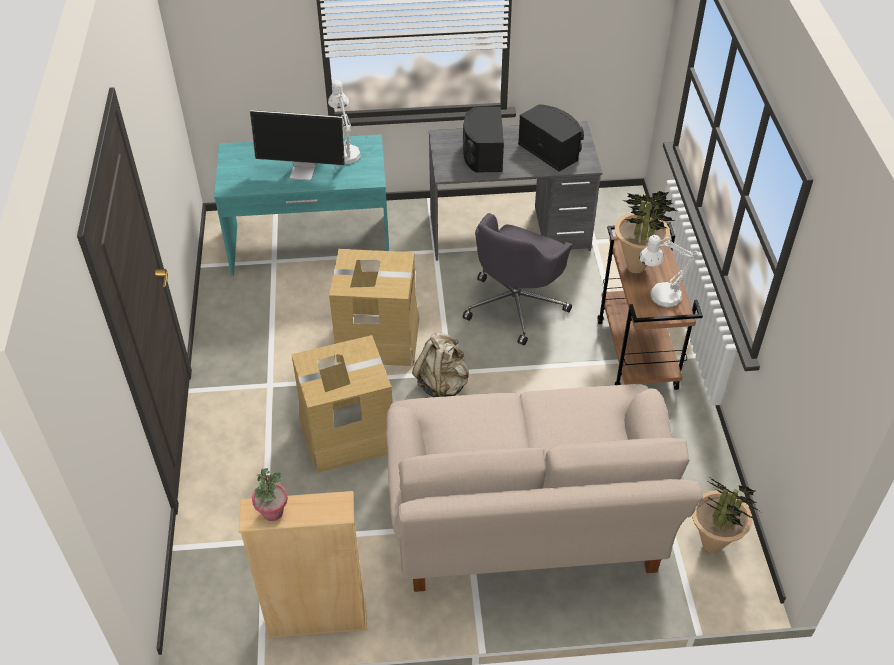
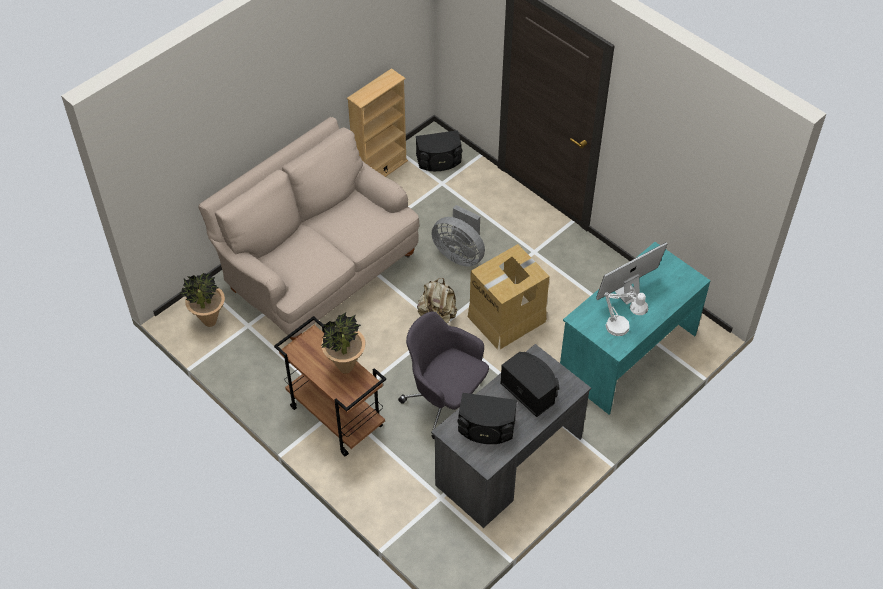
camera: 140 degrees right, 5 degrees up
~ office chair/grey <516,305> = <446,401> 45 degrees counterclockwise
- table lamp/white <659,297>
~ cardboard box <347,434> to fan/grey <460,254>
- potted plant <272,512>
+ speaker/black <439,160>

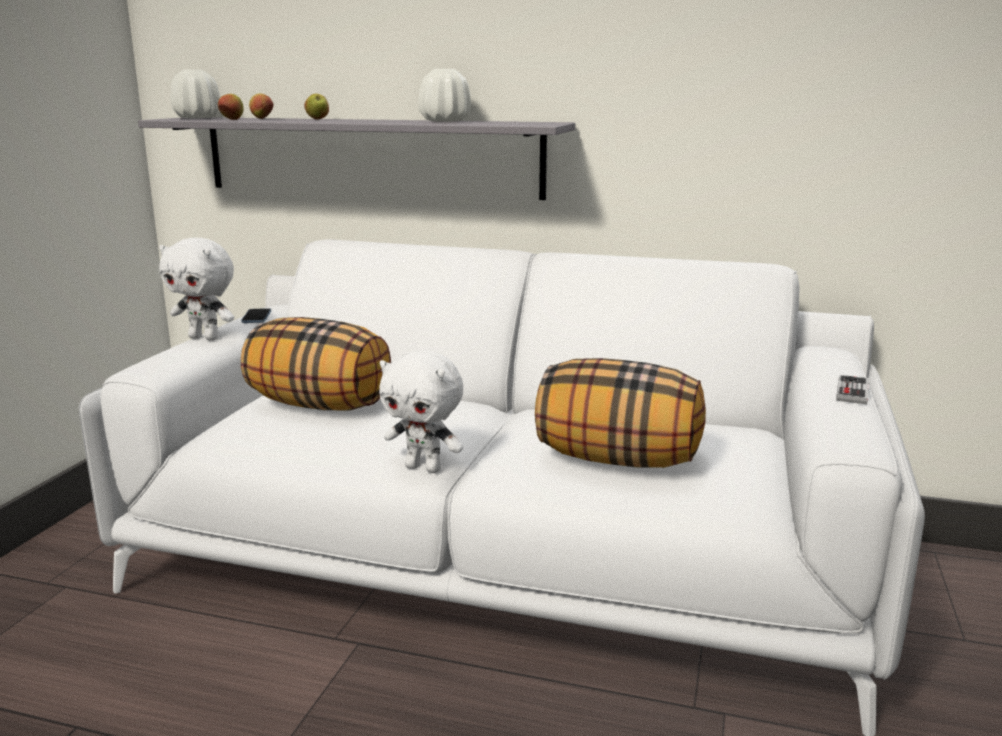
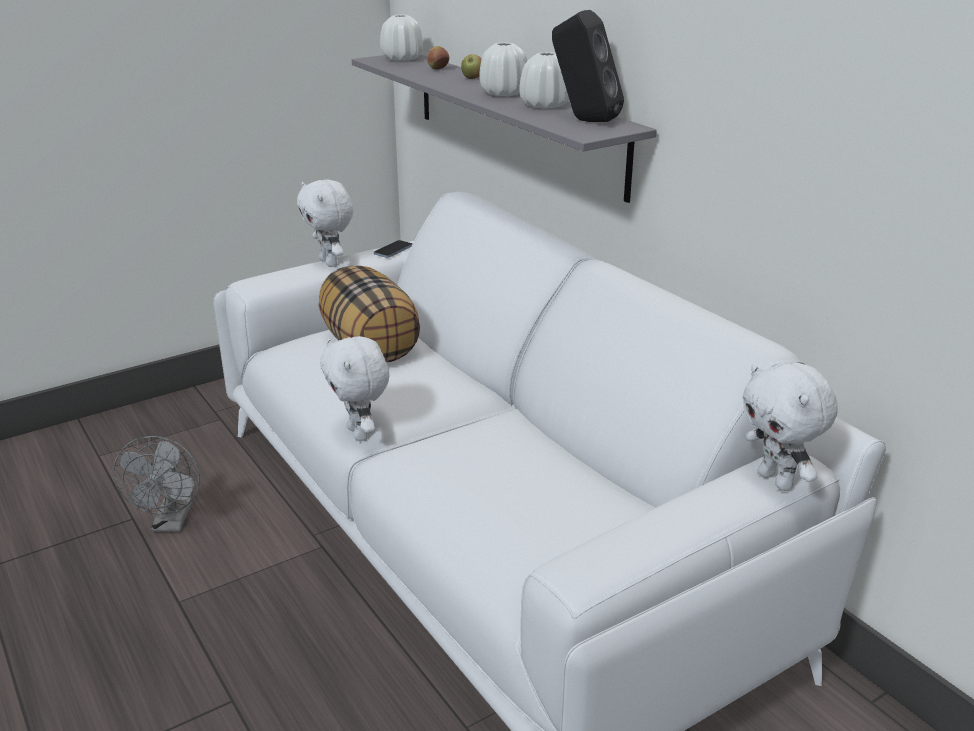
camera: 40 degrees right, 10 degrees up
- apple <232,119>
- pillow <618,459>
- game controller <852,392>
+ speaker/black <583,120>
+ vase/white <504,93>
+ plush toy/white <777,481>
+ fan/grey <171,523>

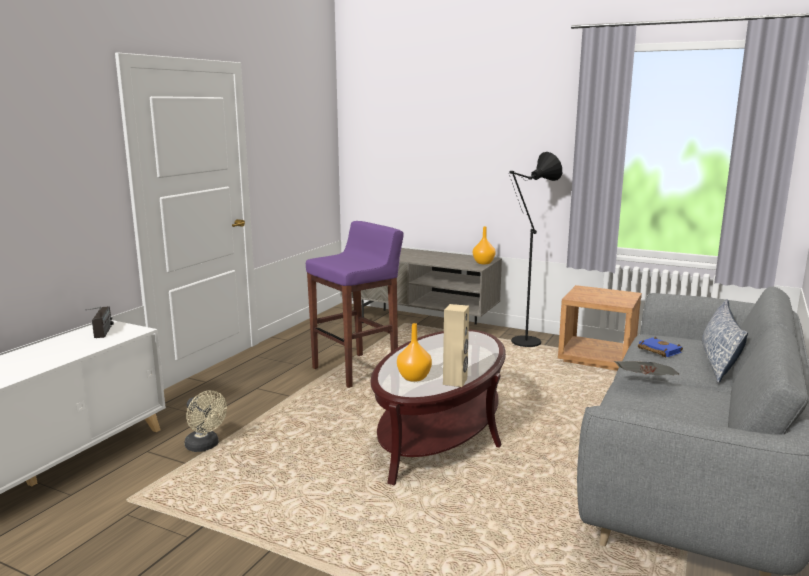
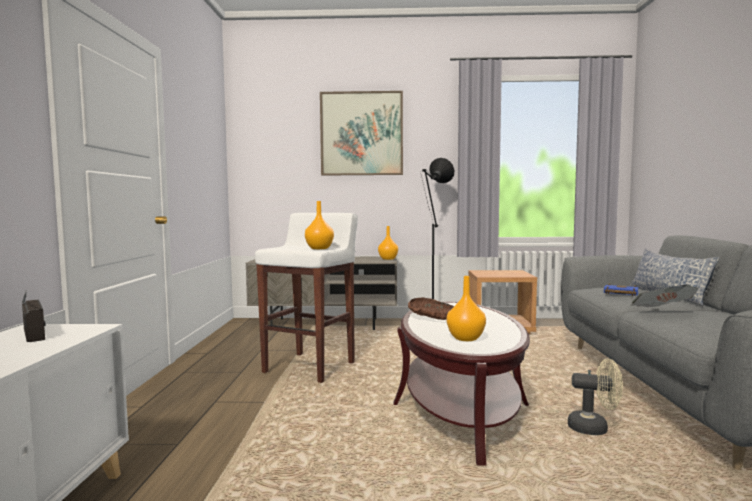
camera: 25 degrees left, 10 degrees down
~ stool/purple <356,370> to stool/white <310,367>
- speaker/beige <455,381>
~ fan/beige <205,446> to <594,428>
+ picture <361,134>
+ vase/orange <320,248>
+ bowl/brown <433,317>

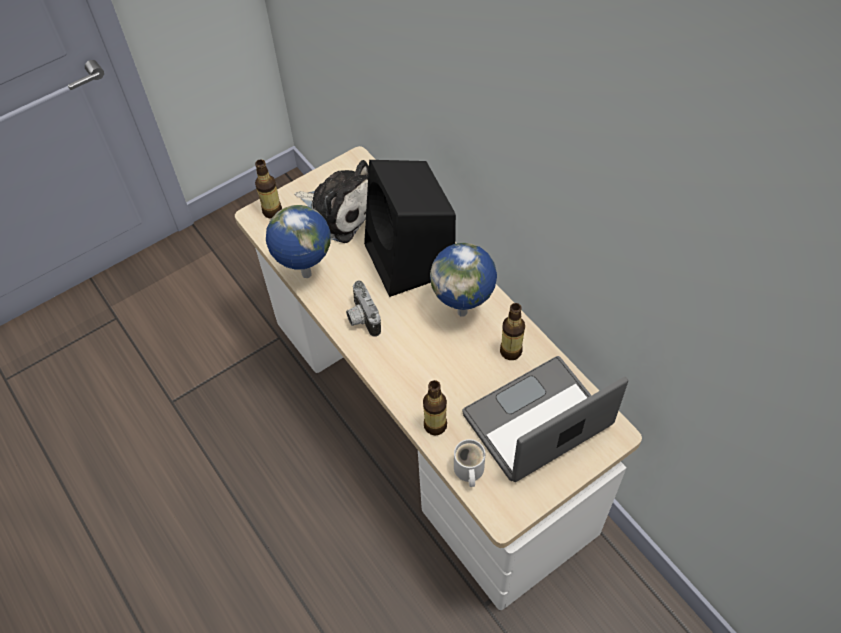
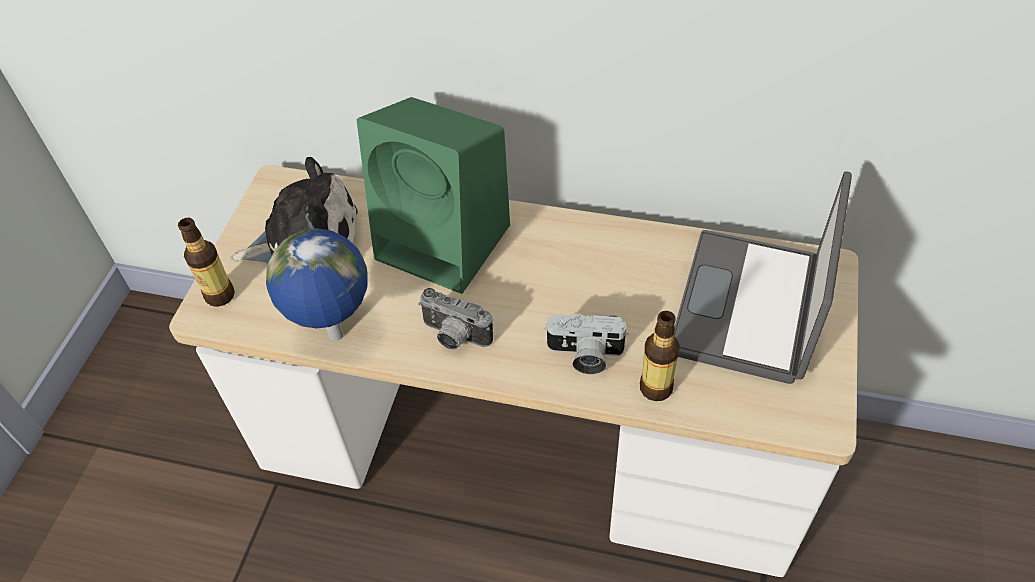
camera: 40 degrees left, 5 degrees down
~ speaker/black <411,260> to speaker/green <447,242>
- globe <463,311>
- bottle <510,351>
- mug/white <468,471>
+ photo camera <584,355>

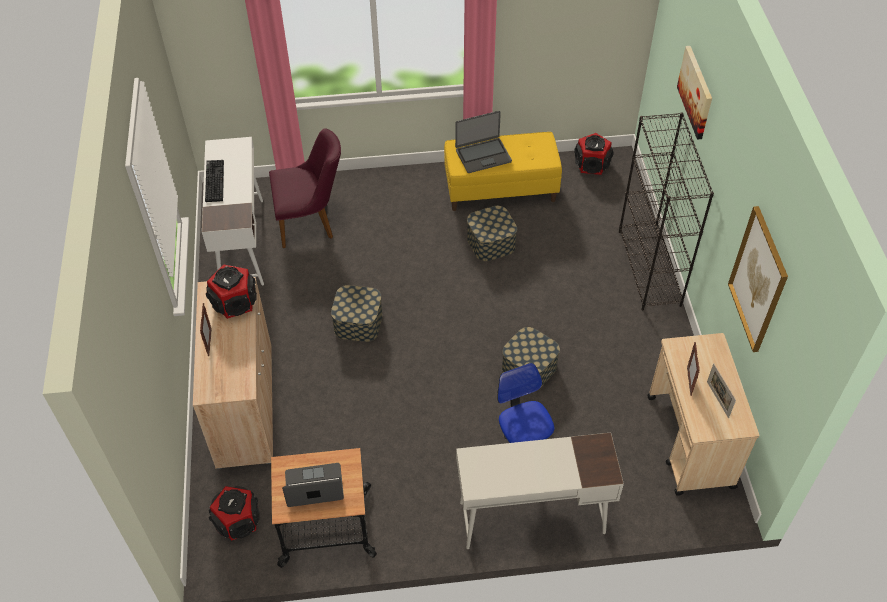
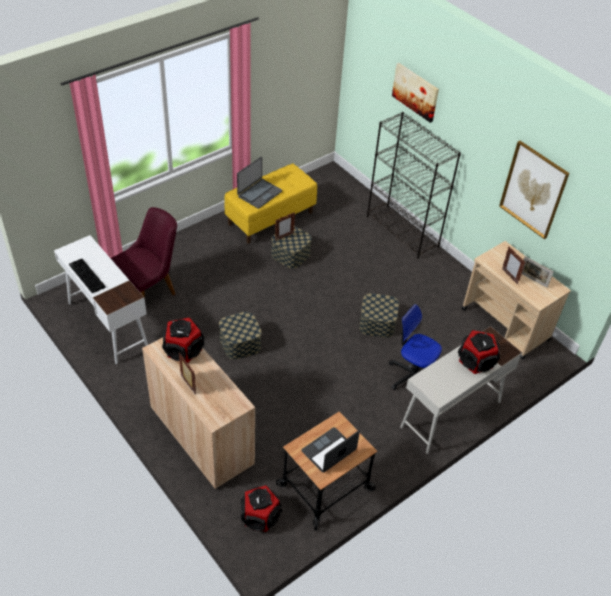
camera: 35 degrees left, 5 degrees down
~ speaker <592,164> to <476,360>
+ picture frame <284,237>

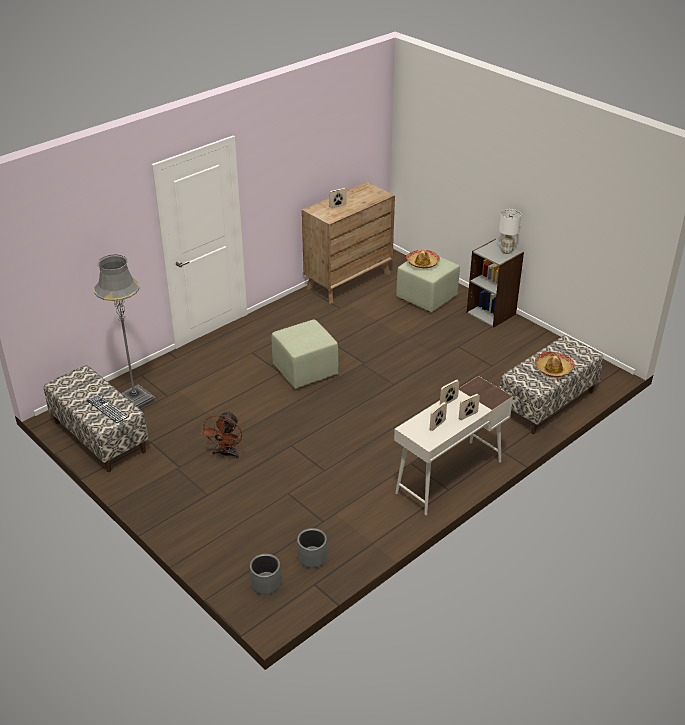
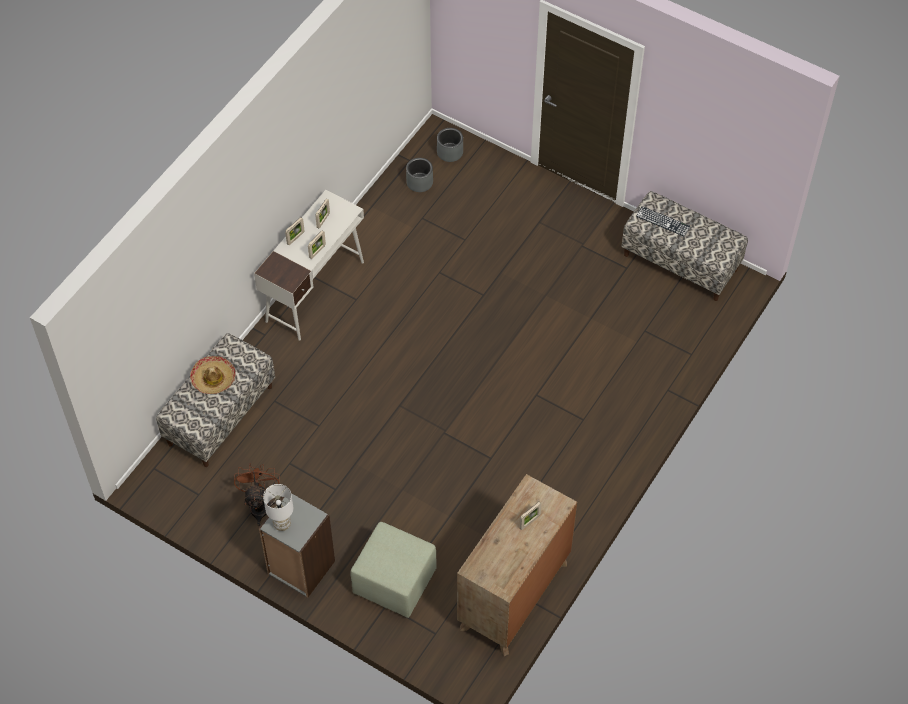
camera: 165 degrees right, 20 degrees up
- hat <422,263>
- floor lamp/grey <135,400>
- ottoman/green <305,370>
~ fan/brown <226,454> to <260,505>

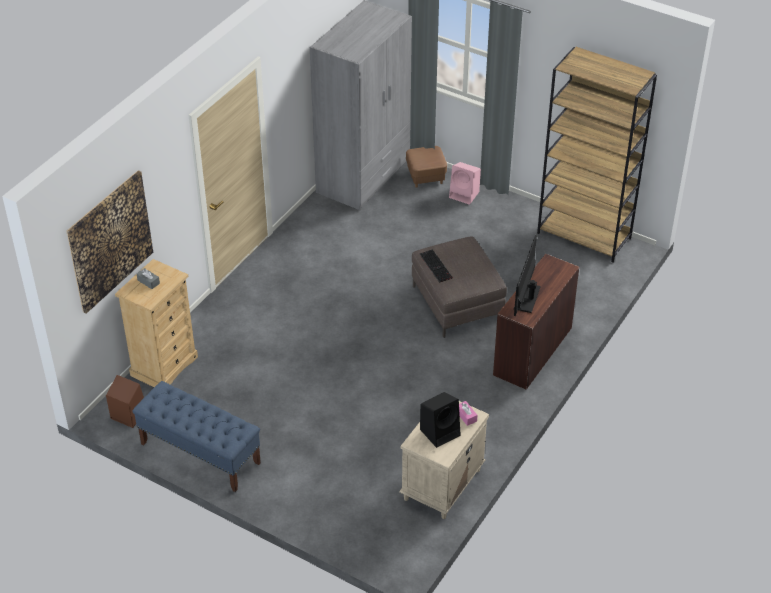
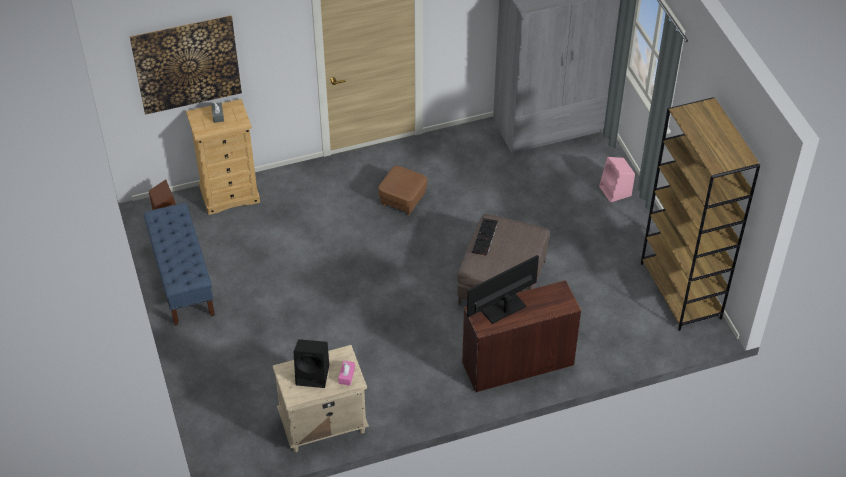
camera: 40 degrees right, 5 degrees up
~ ottoman/brown <426,176> to <403,200>

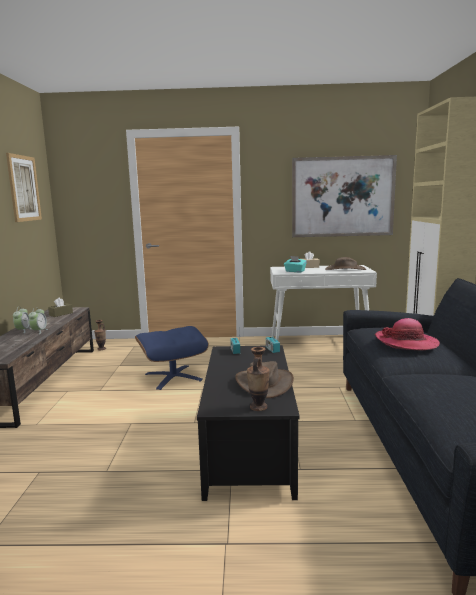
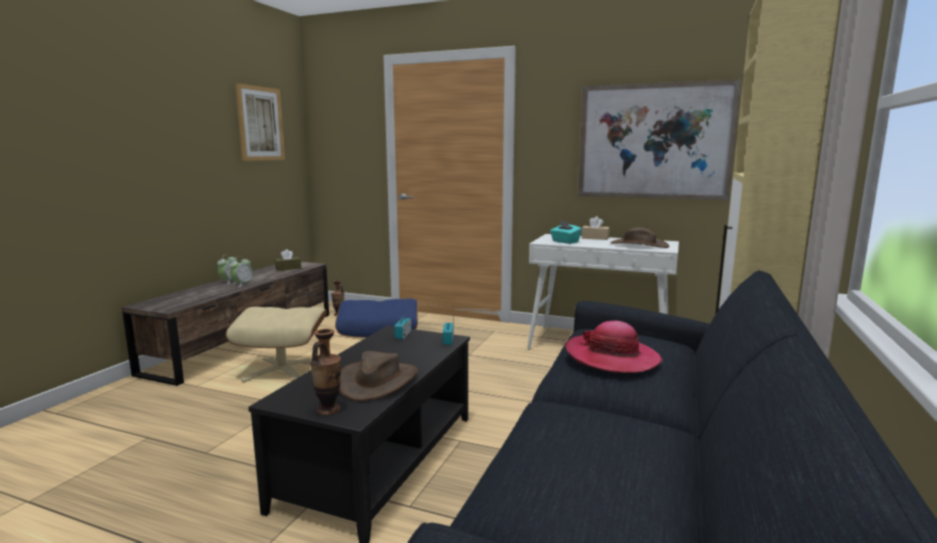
camera: 20 degrees right, 0 degrees up
+ ottoman/beige <283,369>

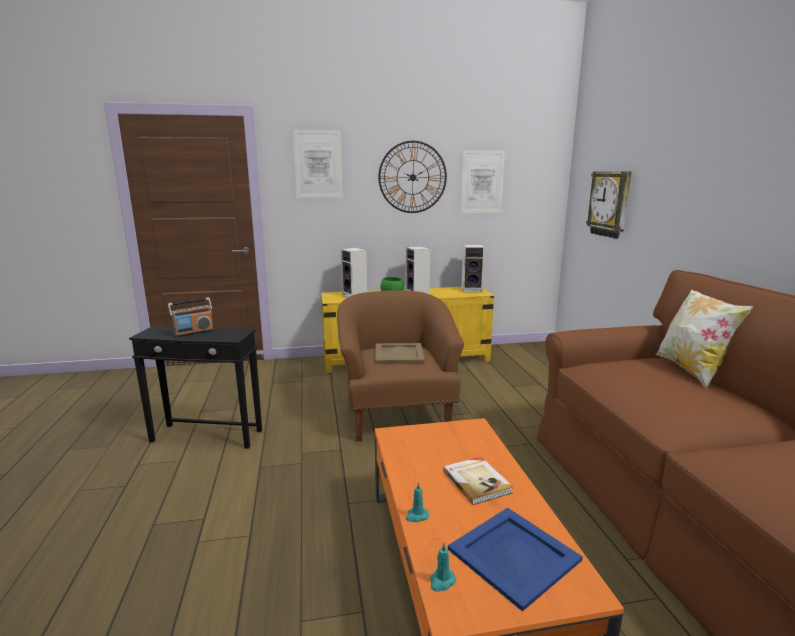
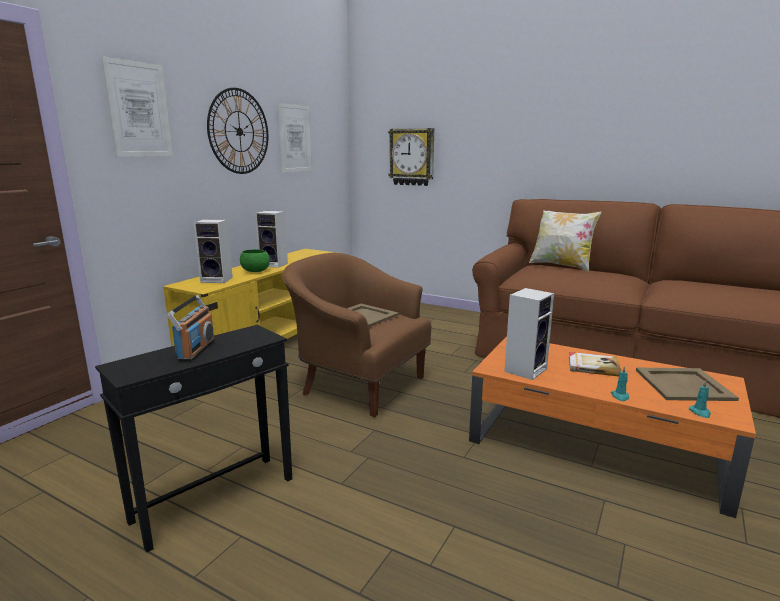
camera: 50 degrees left, 0 degrees up
~ speaker <472,290> to <525,369>
~ tray/blue <513,553> to tray/beige <682,384>

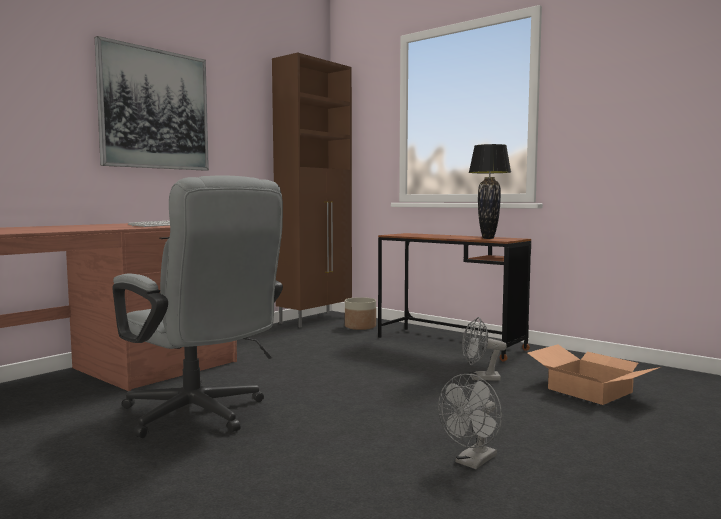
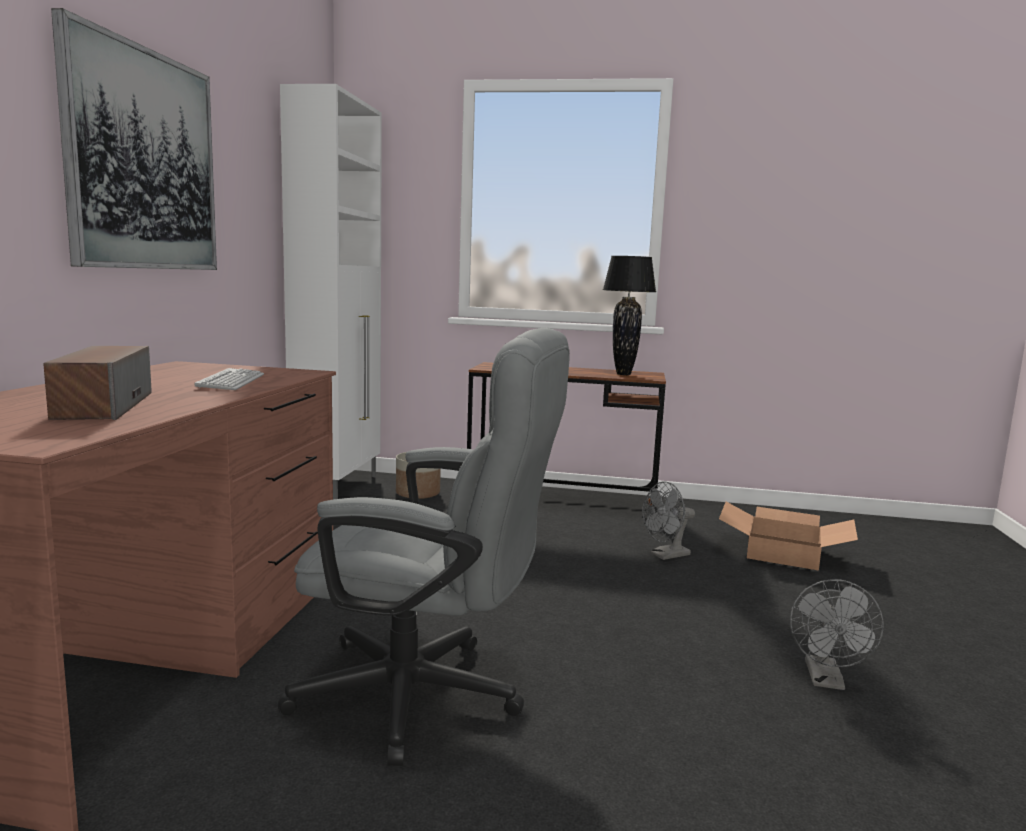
camera: 30 degrees left, 5 degrees up
~ cabinet/brown <316,319> to cabinet/white <338,487>
+ speaker <104,405>

